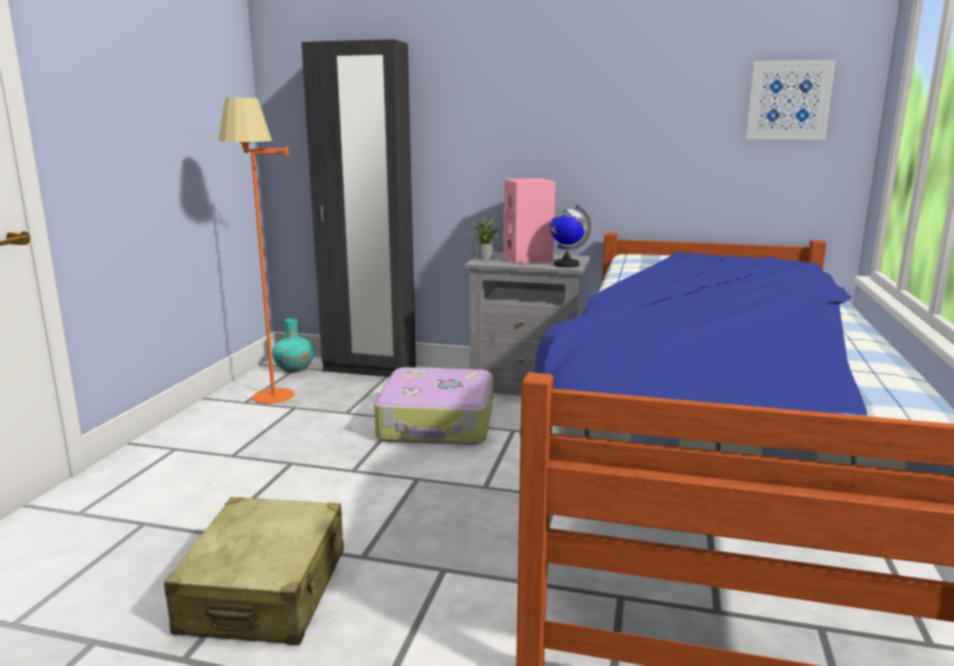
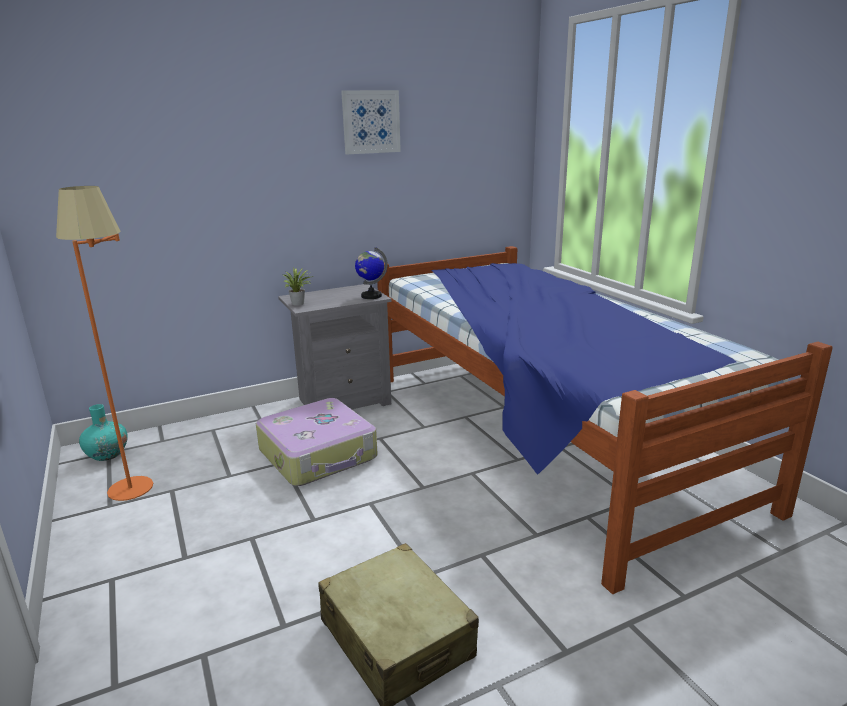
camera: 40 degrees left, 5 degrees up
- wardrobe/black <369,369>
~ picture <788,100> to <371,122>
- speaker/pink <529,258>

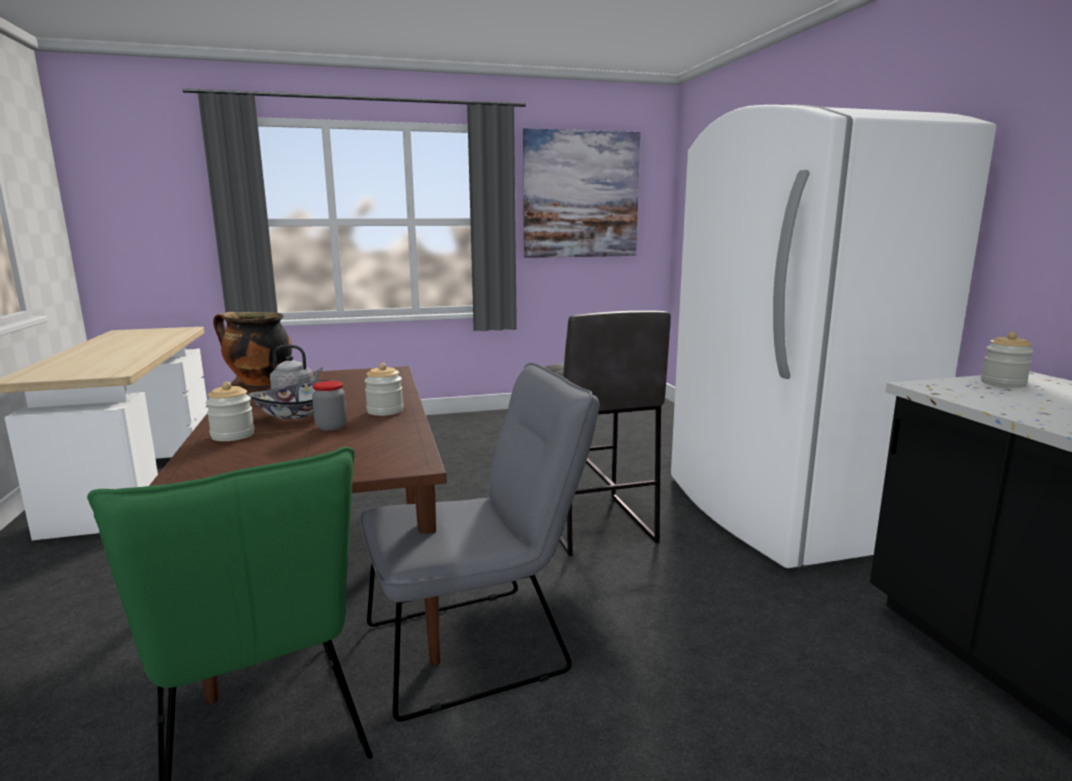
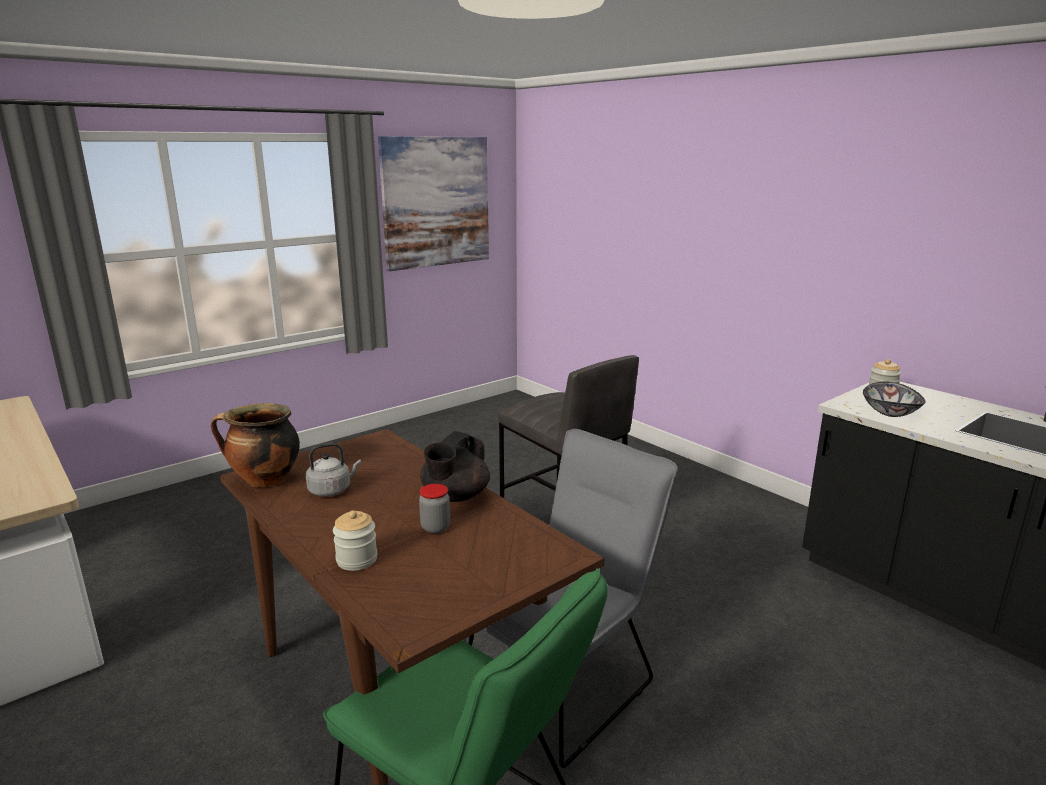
camera: 25 degrees left, 5 degrees up
- fridge/white <779,511>
~ jar <385,411> to teapot/black <454,496>
~ bowl <295,415> to <889,412>

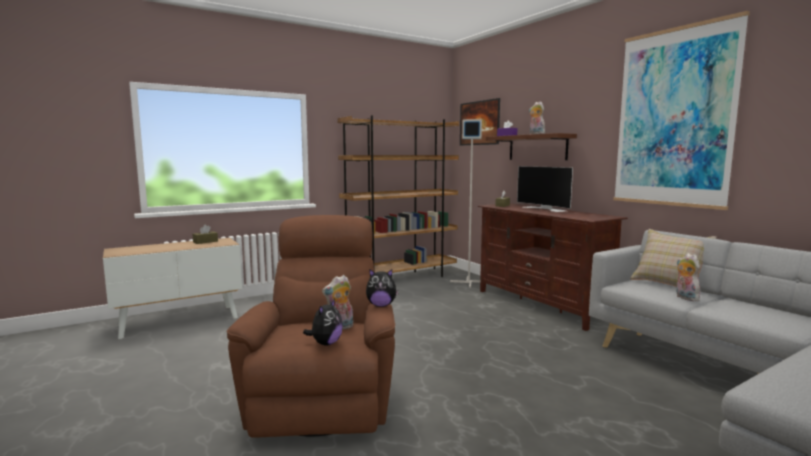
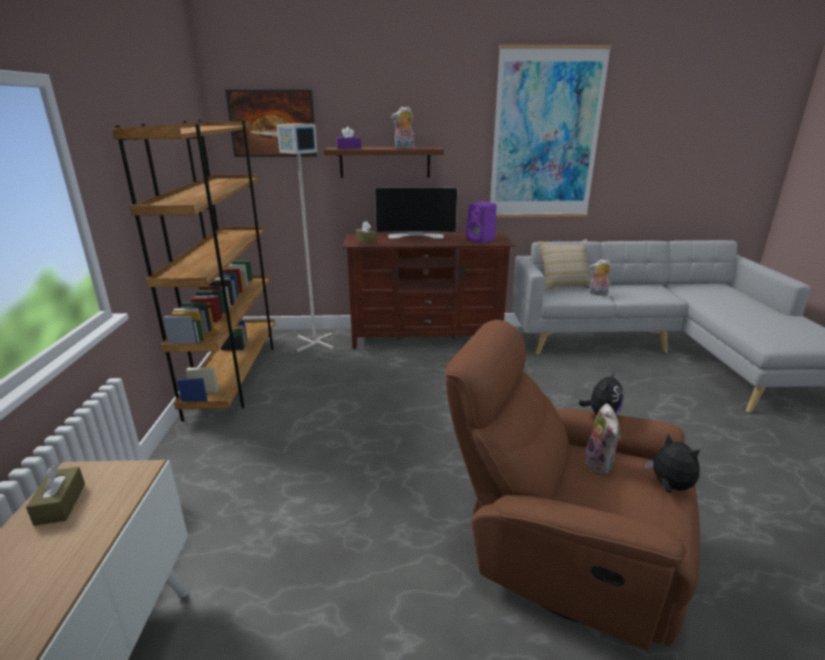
camera: 60 degrees left, 15 degrees up
+ speaker/purple <481,240>

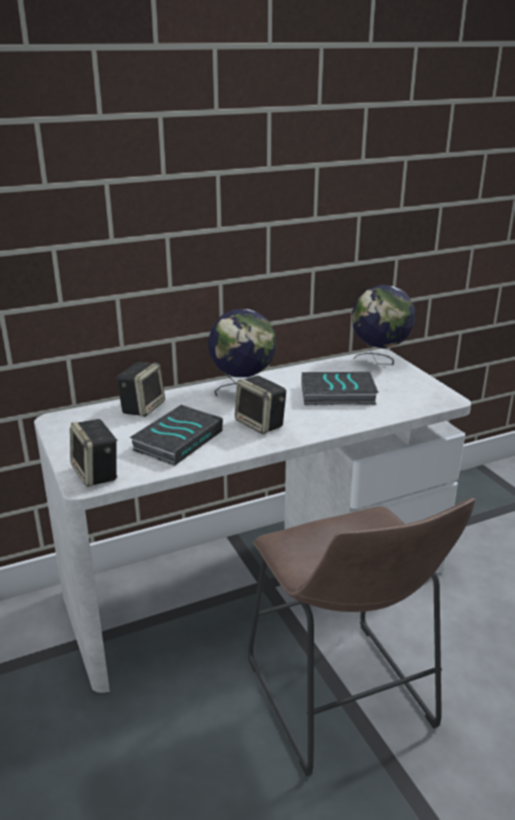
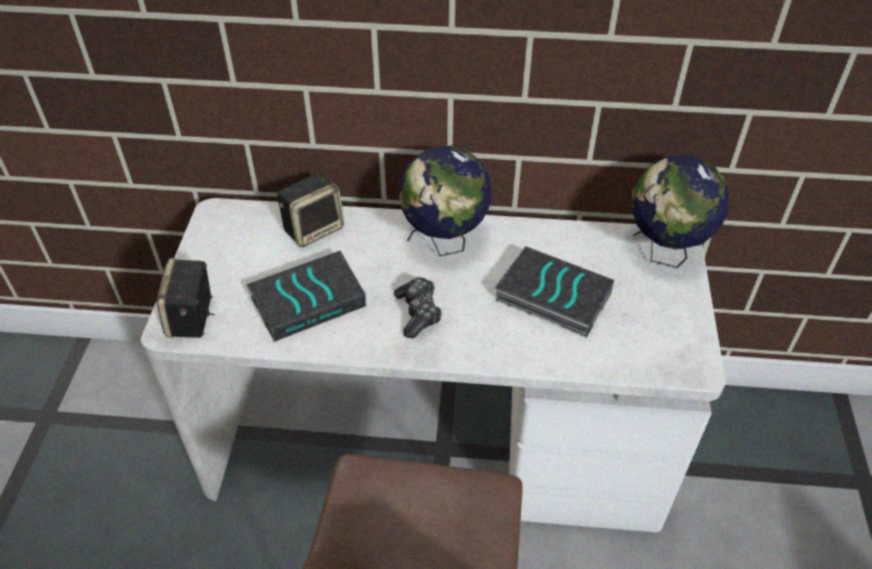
camera: 30 degrees right, 20 degrees up
~ speaker <261,424> to game controller <418,312>

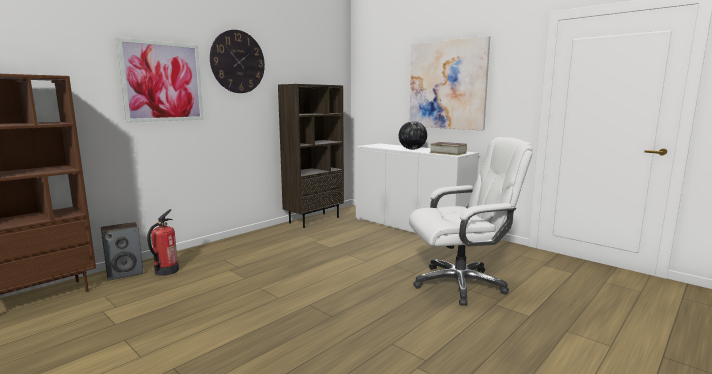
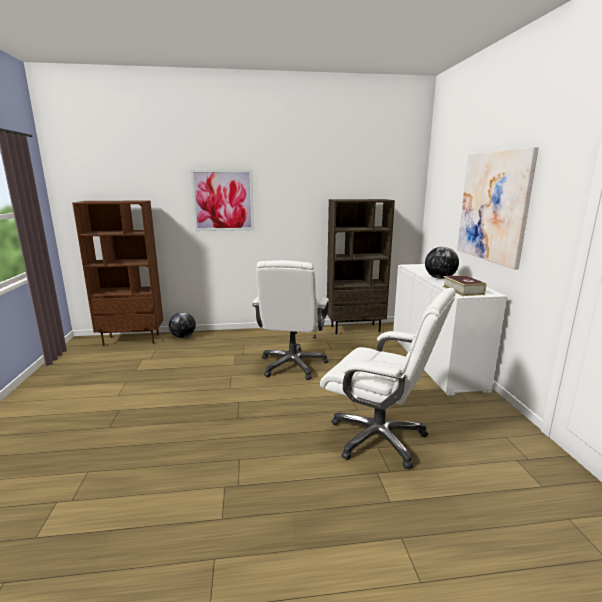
camera: 40 degrees right, 5 degrees up
- wall clock <238,62>
- fire extinguisher <166,271>
~ speaker <125,273> to globe <183,337>
+ office chair/white <292,365>

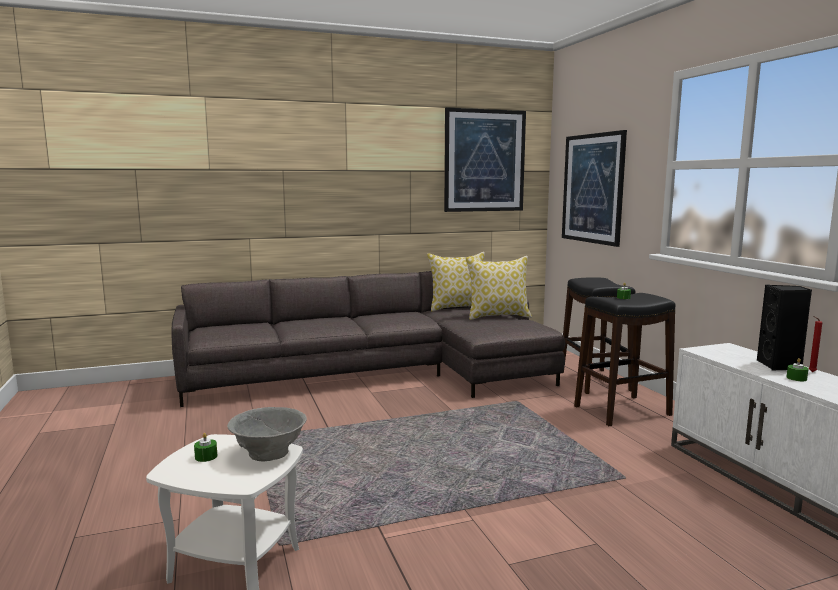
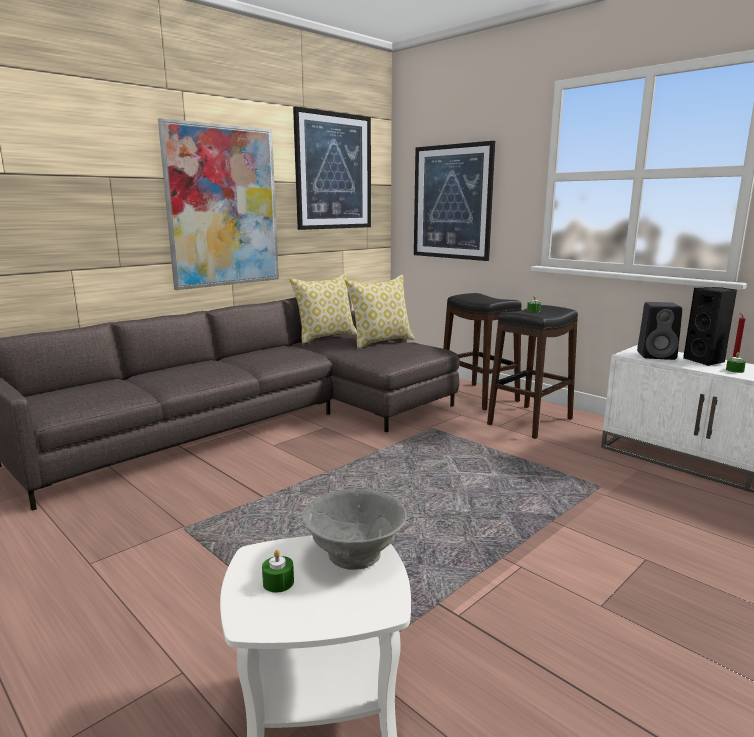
camera: 25 degrees left, 5 degrees up
+ picture <223,207>
+ speaker/black <657,355>

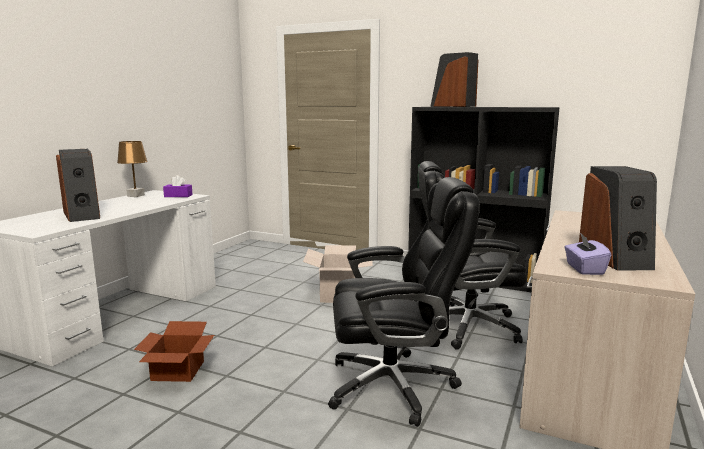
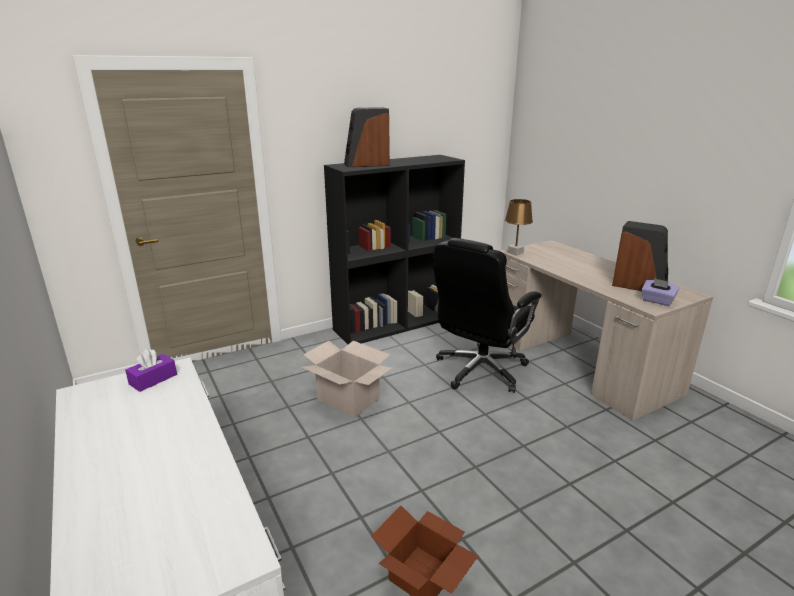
camera: 55 degrees left, 10 degrees up
~ table lamp/brown <135,195> to <515,253>
- speaker <83,215>
- office chair/black <394,385>

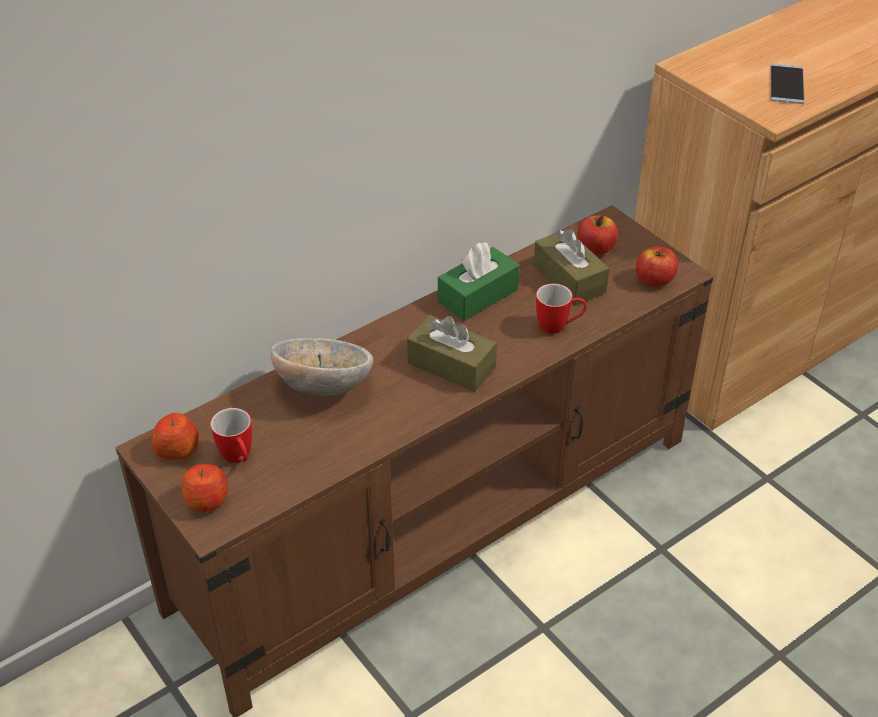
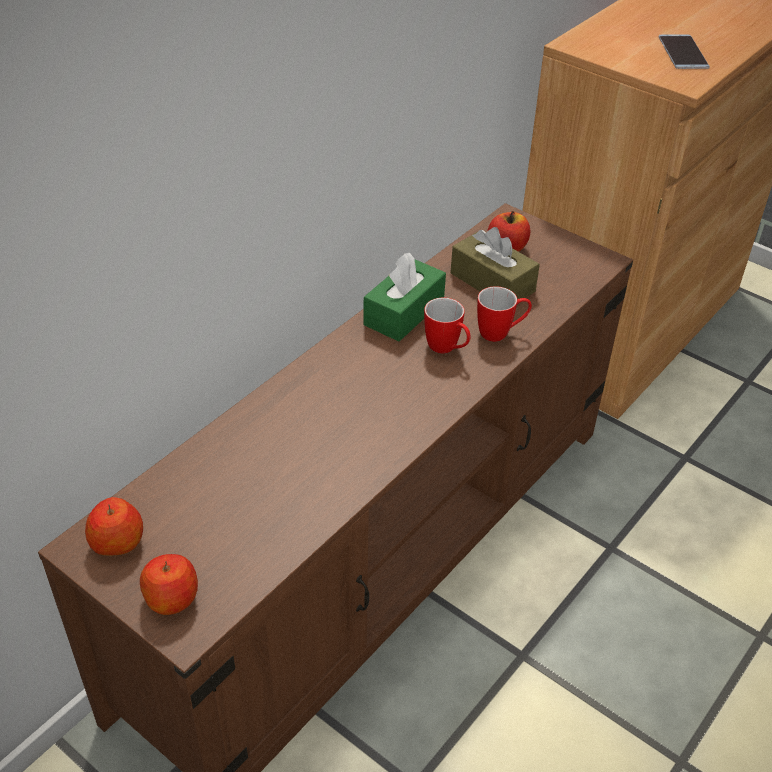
camera: 15 degrees left, 0 degrees up
- apple <654,280>
- tissue box/brown <451,365>
- bowl <323,386>
~ mug <238,459> to <447,349>

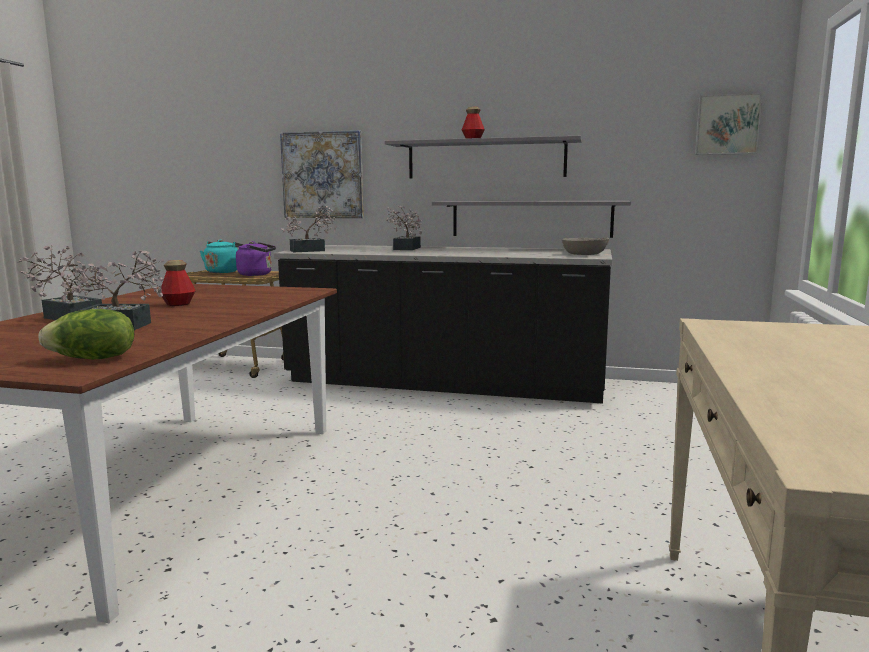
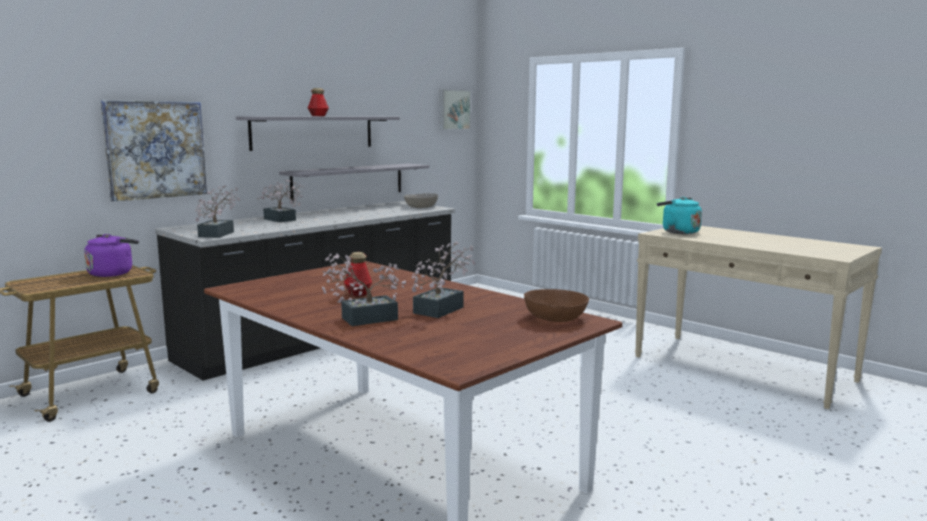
camera: 60 degrees left, 0 degrees up
~ kettle/turquoise <223,271> to <678,232>
~ lettuce <93,359> to bowl/brown <556,317>

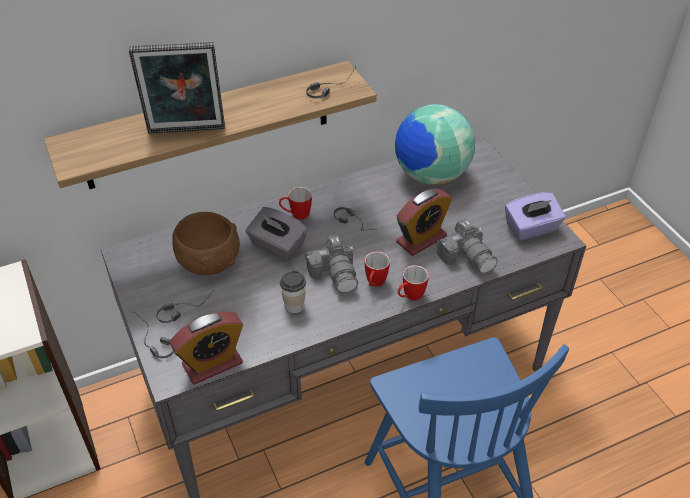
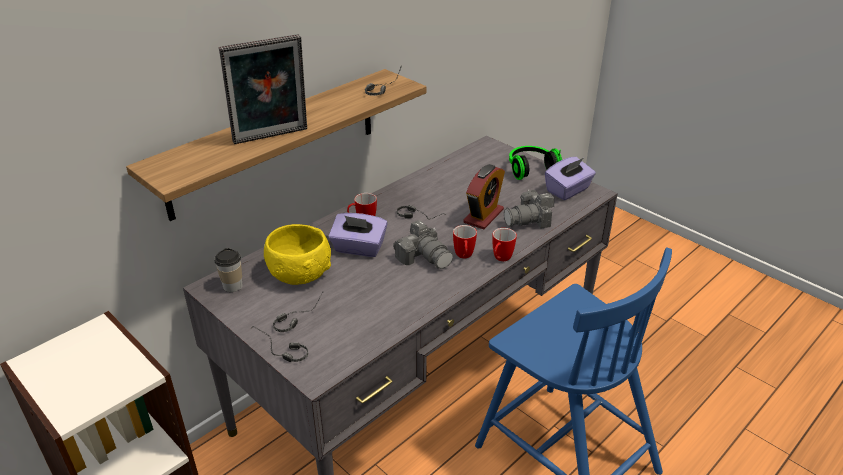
camera: 20 degrees left, 10 degrees down
- globe <430,175>
~ tissue box/grey <277,246> to tissue box/purple <359,248>
~ bowl/brown <209,260> to bowl/yellow <299,273>
~ photo camera <467,256> = <529,220> 120 degrees clockwise
~ cup <294,306> to <232,286>
- alarm clock <212,364>
+ headphones <530,169>

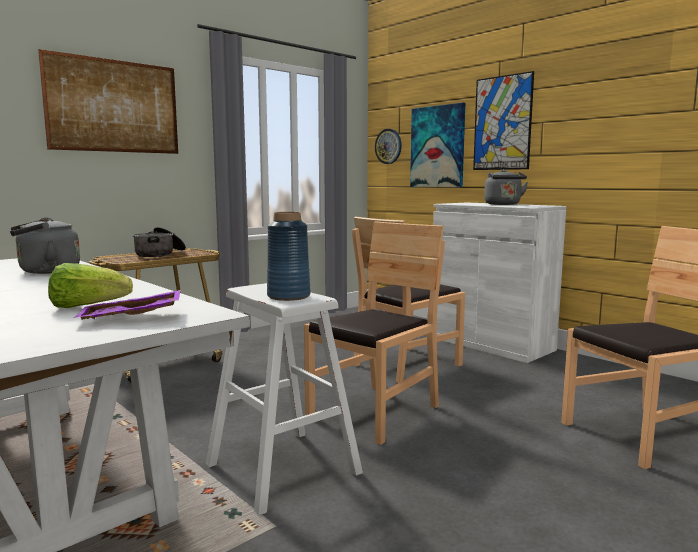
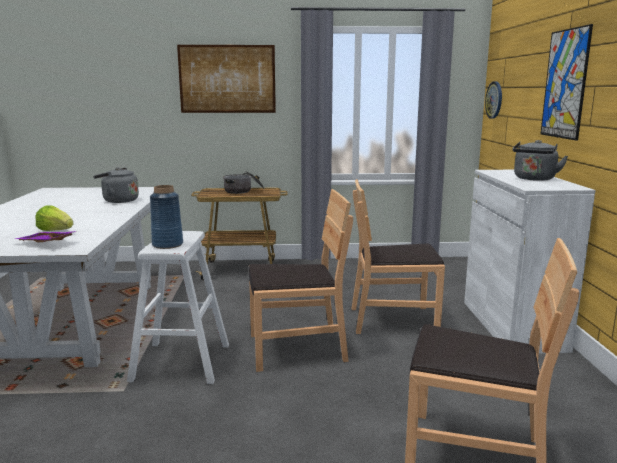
camera: 40 degrees right, 5 degrees up
- picture <437,147>

